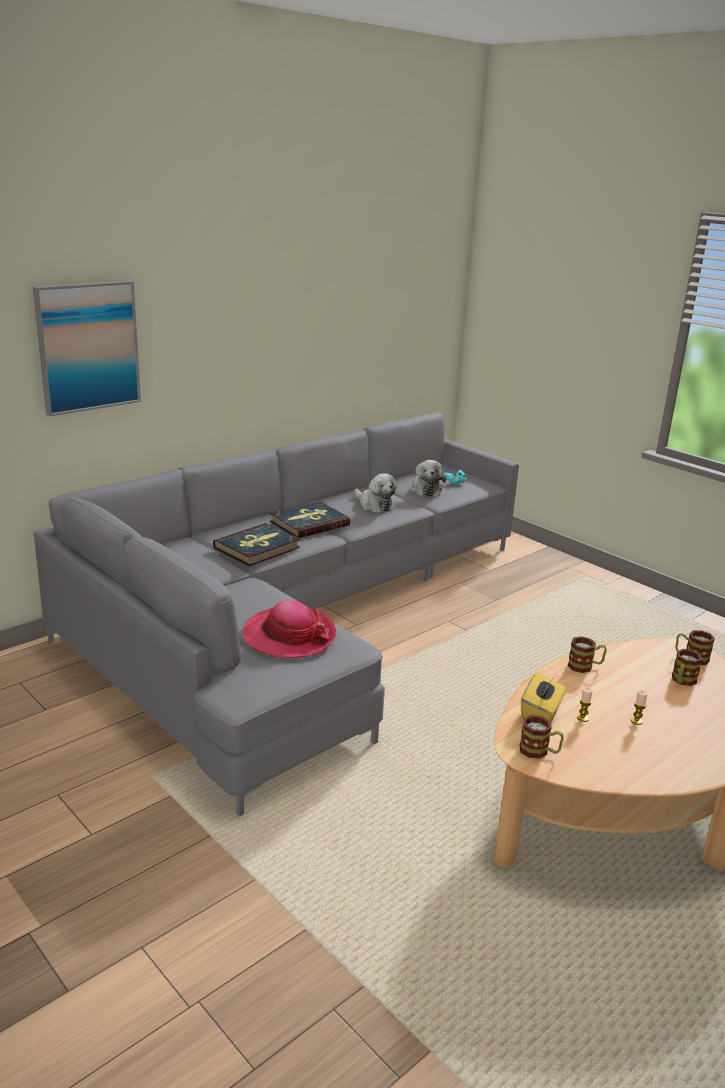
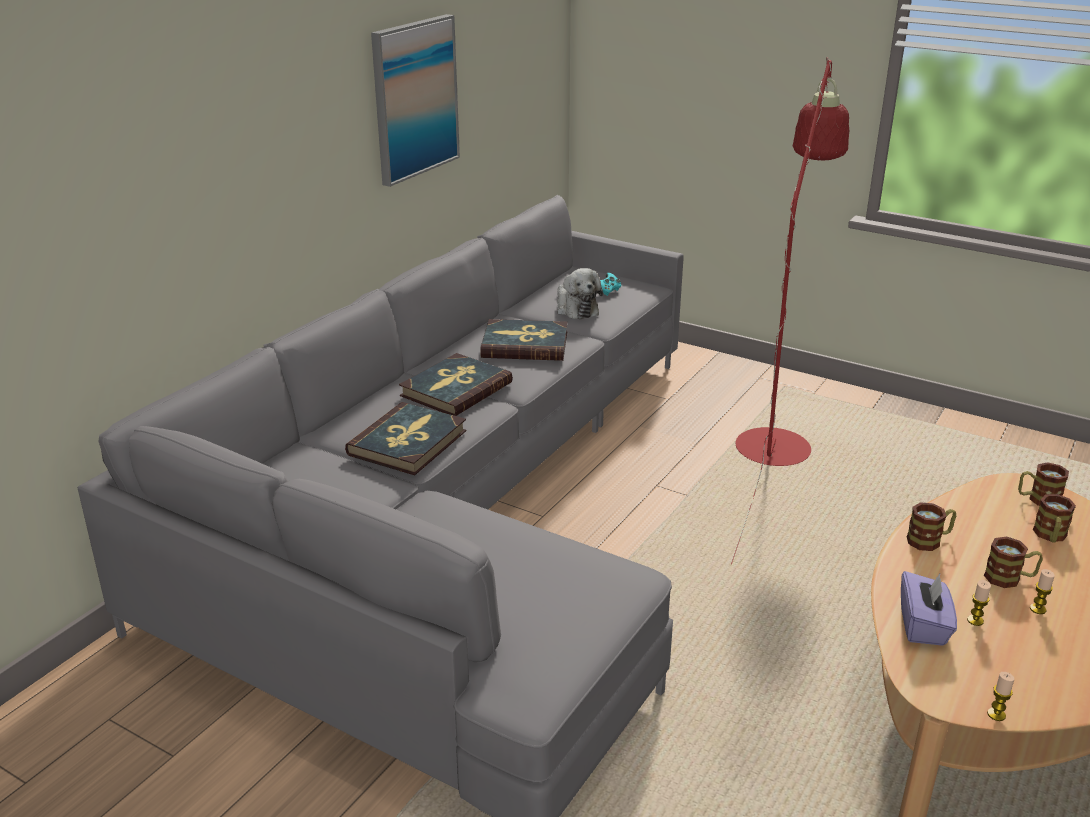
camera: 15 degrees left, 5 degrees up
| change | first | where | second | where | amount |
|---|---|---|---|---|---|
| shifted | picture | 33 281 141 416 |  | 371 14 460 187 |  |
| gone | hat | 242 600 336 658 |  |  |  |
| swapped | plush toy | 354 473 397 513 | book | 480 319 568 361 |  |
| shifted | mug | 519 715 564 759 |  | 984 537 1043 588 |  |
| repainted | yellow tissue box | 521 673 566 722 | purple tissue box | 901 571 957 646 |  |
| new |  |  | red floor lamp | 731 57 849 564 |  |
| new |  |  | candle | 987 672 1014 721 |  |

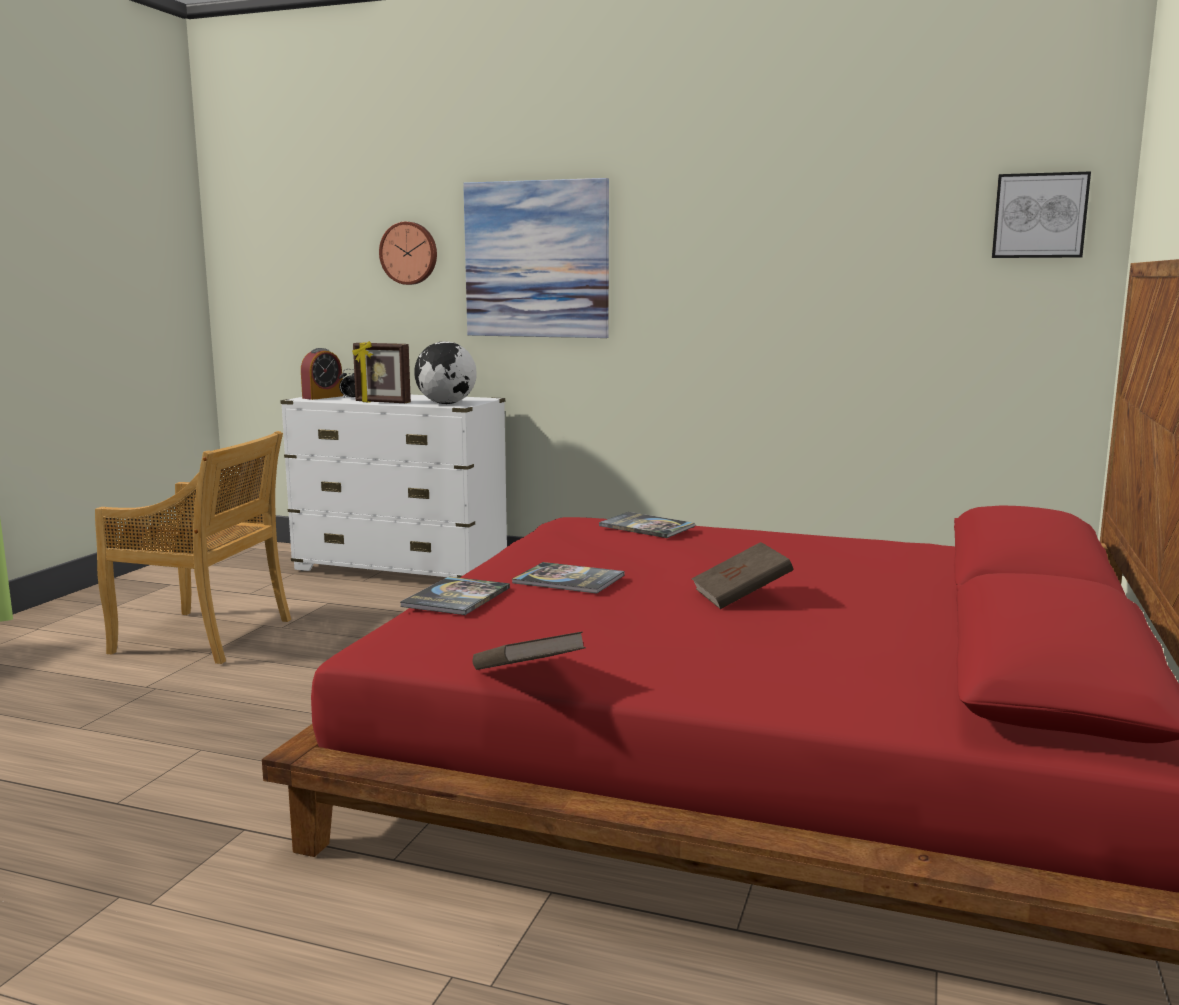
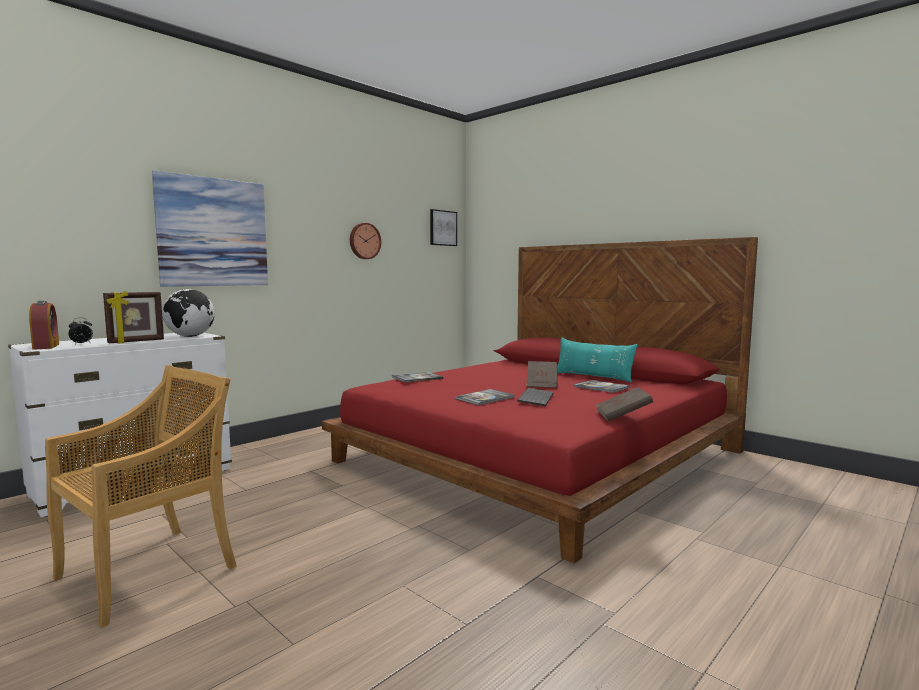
camera: 65 degrees left, 5 degrees down
| change | first | where | second | where | amount |
|---|---|---|---|---|---|
| shifted | wall clock | 379 222 437 285 |  | 350 223 381 259 |  |
| shifted | book | 400 576 510 615 |  | 573 380 630 393 |  |
| new |  |  | keyboard | 517 388 554 406 |  |
| new |  |  | turquoise pillow | 557 337 638 382 |  |

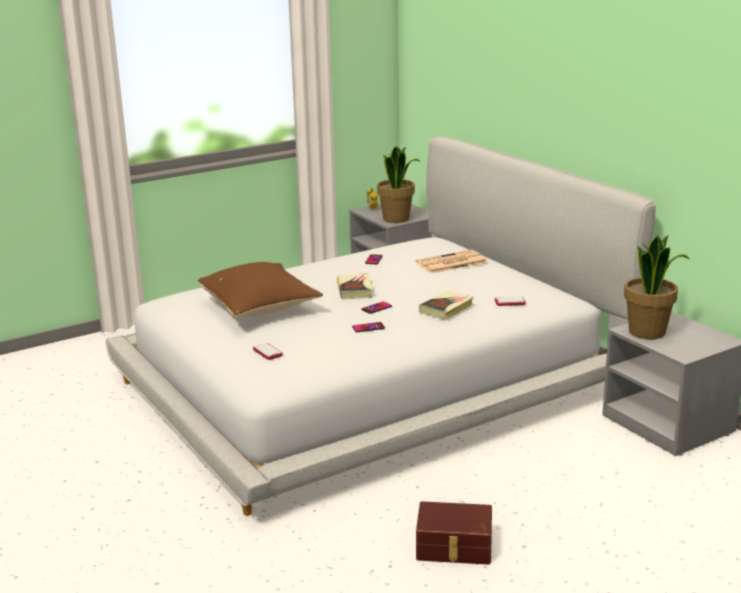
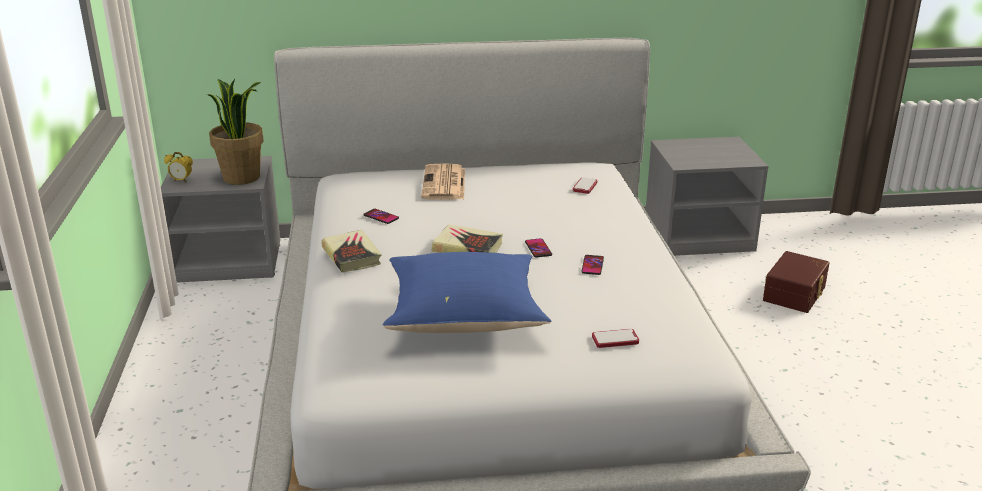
camera: 65 degrees left, 5 degrees up
| change | first | where | second | where | amount |
|---|---|---|---|---|---|
| repainted | brown pillow | 198 262 323 317 | blue pillow | 383 252 551 333 |  |
| shifted | brown storage box | 416 501 492 565 |  | 763 251 829 313 |  |
| shifted | book | 419 291 474 320 |  | 321 230 382 273 |  |
| gone | potted plant | 624 235 689 339 |  |  |  |

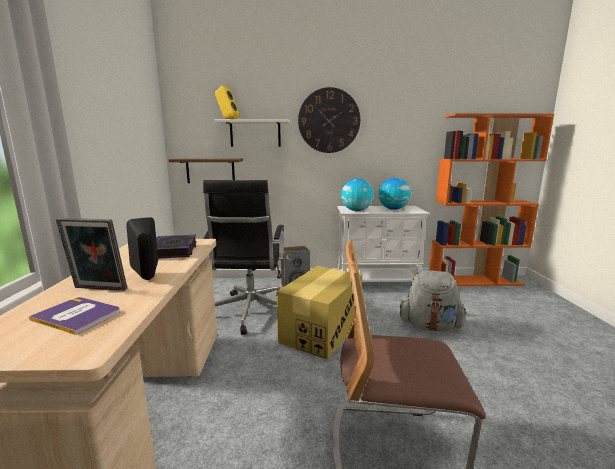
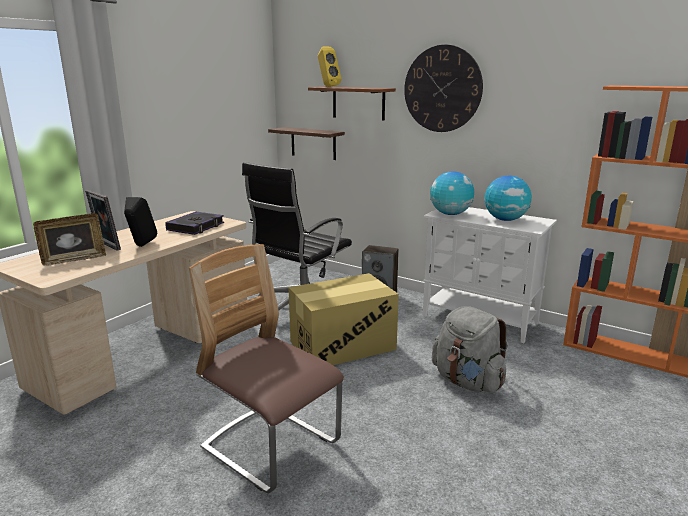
camera: 35 degrees right, 5 degrees up
| change | first | where | second | where | amount |
|---|---|---|---|---|---|
| swapped | book | 29 297 120 335 | picture frame | 33 213 106 266 |  |
| repainted | white shelf | 215 119 290 147 | brown shelf | 308 87 396 120 |  |

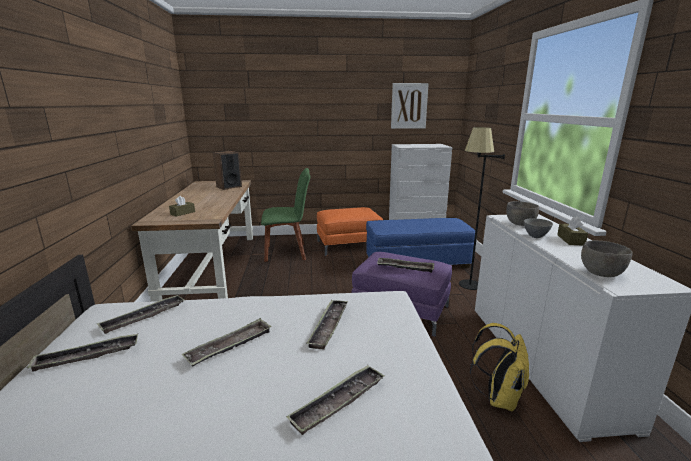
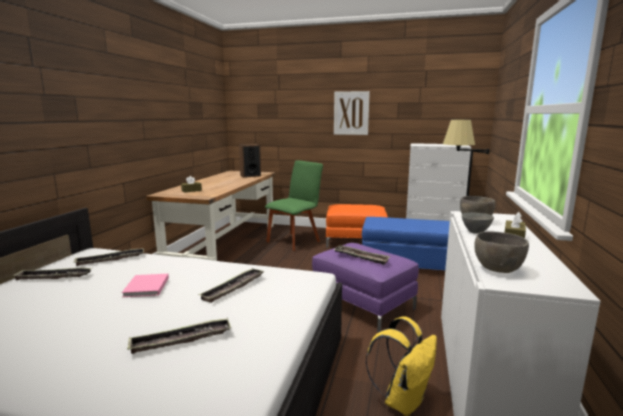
camera: 20 degrees right, 5 degrees down
| change | first | where | second | where | amount |
|---|---|---|---|---|---|
| swapped | tray | 182 318 272 366 | pink book | 122 274 169 297 |  |
| rotated | green chair | 261 168 311 262 |  | 265 160 323 251 | 60 degrees counterclockwise |
| shifted | picture | 391 83 429 129 |  | 334 91 370 135 |  |

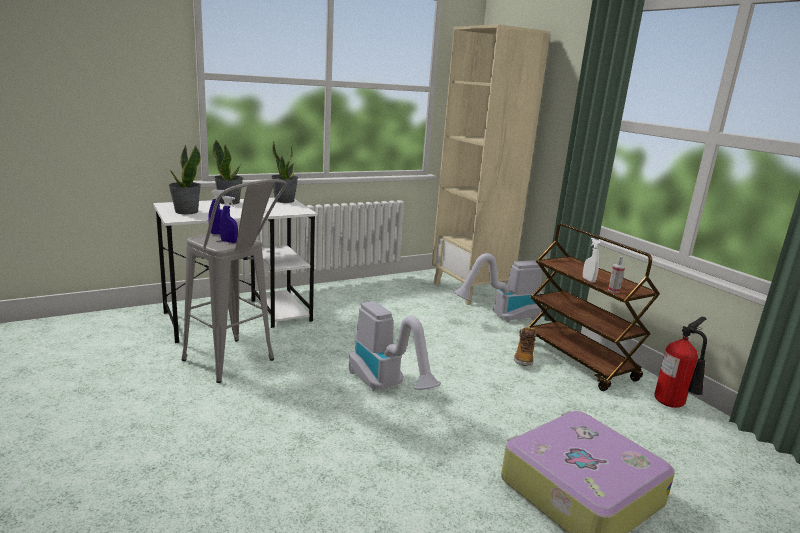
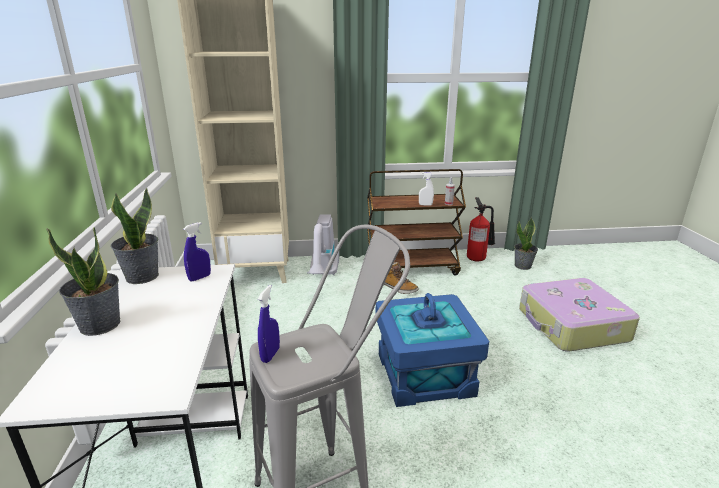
camera: 65 degrees left, 5 degrees up
| change | first | where | second | where | amount |
|---|---|---|---|---|---|
| shifted | potted plant | 168 145 201 214 |  | 514 217 538 270 |  |
| shifted | blue spray bottle | 220 196 238 243 |  | 184 222 211 281 |  |
| swapped | vacuum cleaner | 349 301 441 391 | blue storage box | 376 293 489 407 |  |

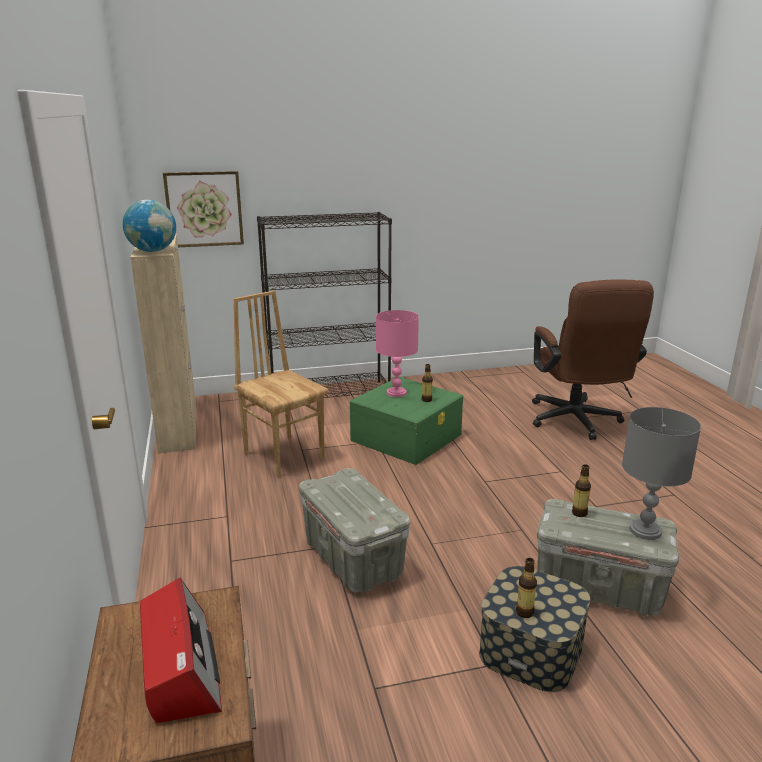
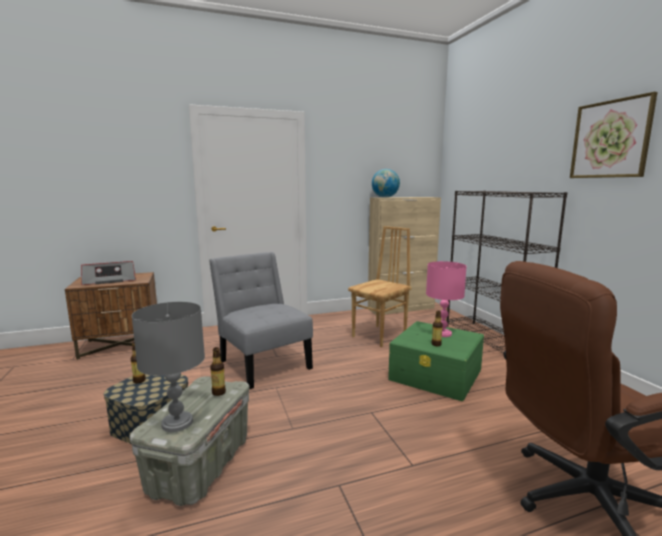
camera: 85 degrees right, 10 degrees down
| change | first | where | second | where | amount |
|---|---|---|---|---|---|
| shifted | picture | 163 171 244 247 |  | 570 92 658 178 |  |
| swapped | grey storage box | 299 468 410 592 | grey chair | 209 252 313 389 |  |

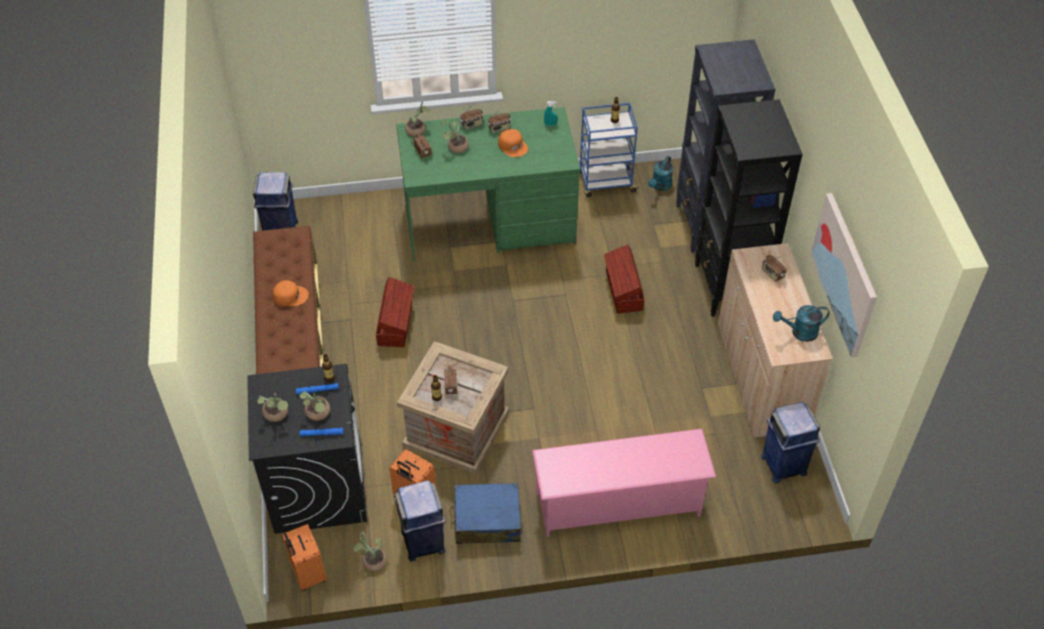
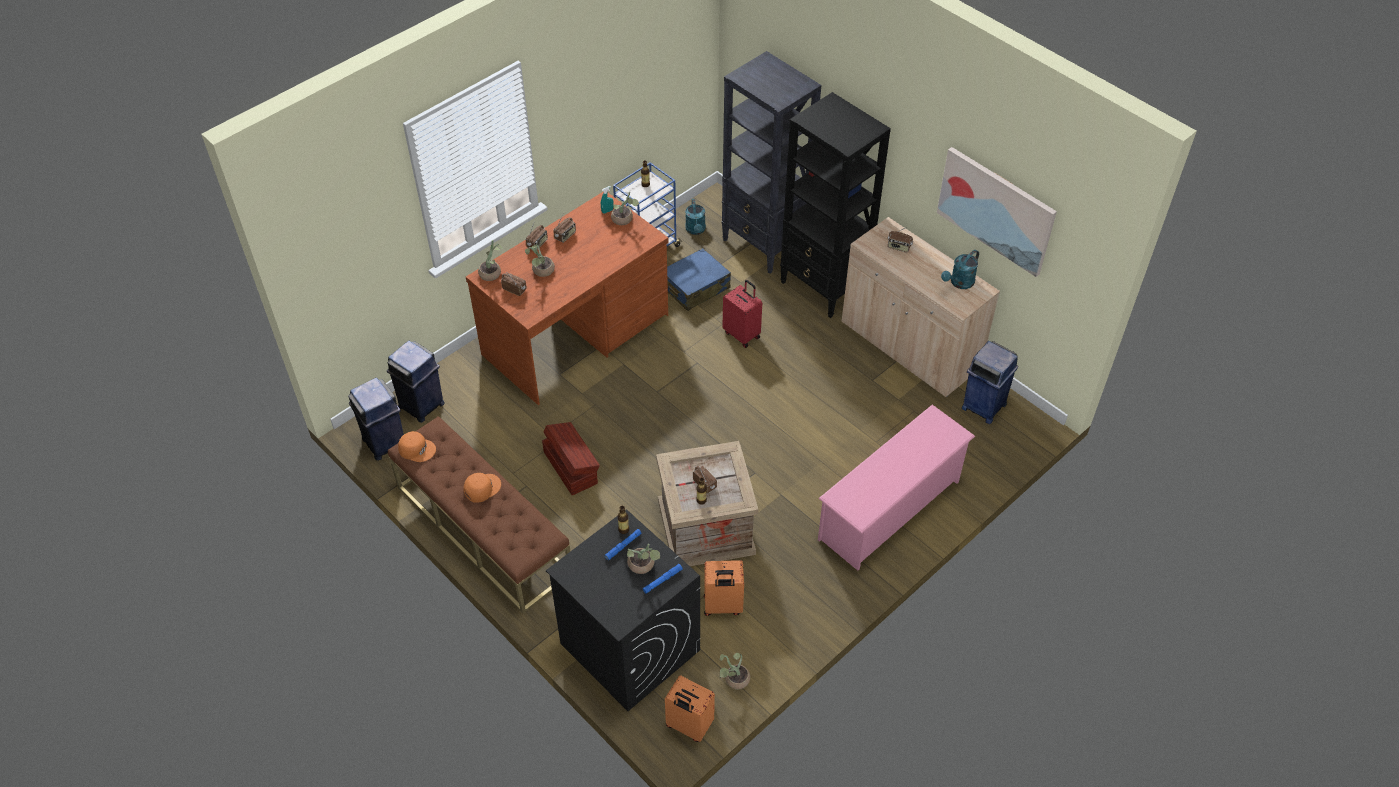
camera: 35 degrees left, 0 degrees up
| change | first | where | second | where | amount |
|---|---|---|---|---|---|
| shifted | potted plant | 257 393 288 422 |  | 611 192 640 225 |  |
| shifted | blue trash can | 394 480 445 562 |  | 387 341 445 423 |  |
| repainted | green desk | 396 107 580 262 | brown desk | 466 191 669 405 |  |
| shifted | blue suitcase | 450 483 521 544 |  | 667 248 731 311 |  |
| shifted | orange cap | 498 129 528 157 |  | 398 431 436 462 |  |
| swapped | brown storage box | 604 244 645 314 | red suitcase | 722 280 762 348 |  |

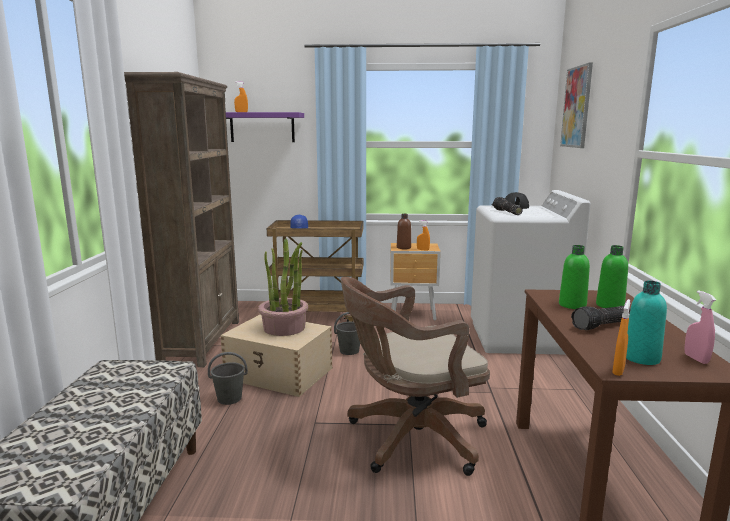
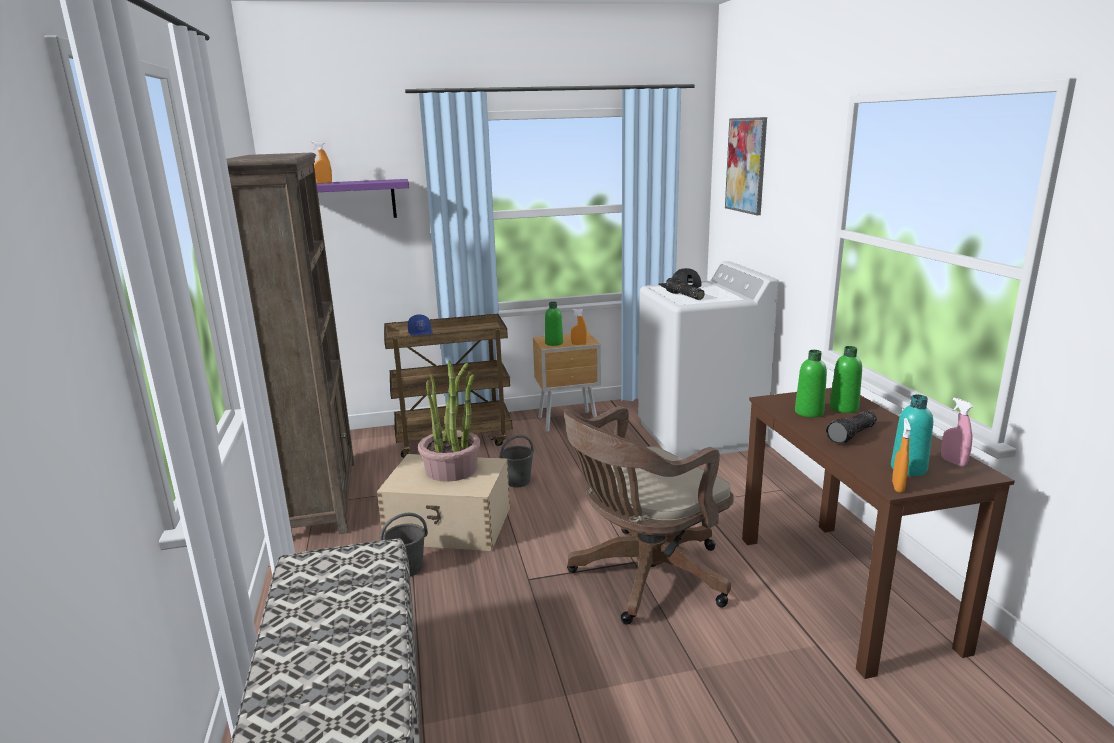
camera: 15 degrees left, 5 degrees up
| change | first | where | second | where | amount |
|---|---|---|---|---|---|
| repainted | brown bottle | 397 214 411 249 | green bottle | 545 302 563 346 |  |

